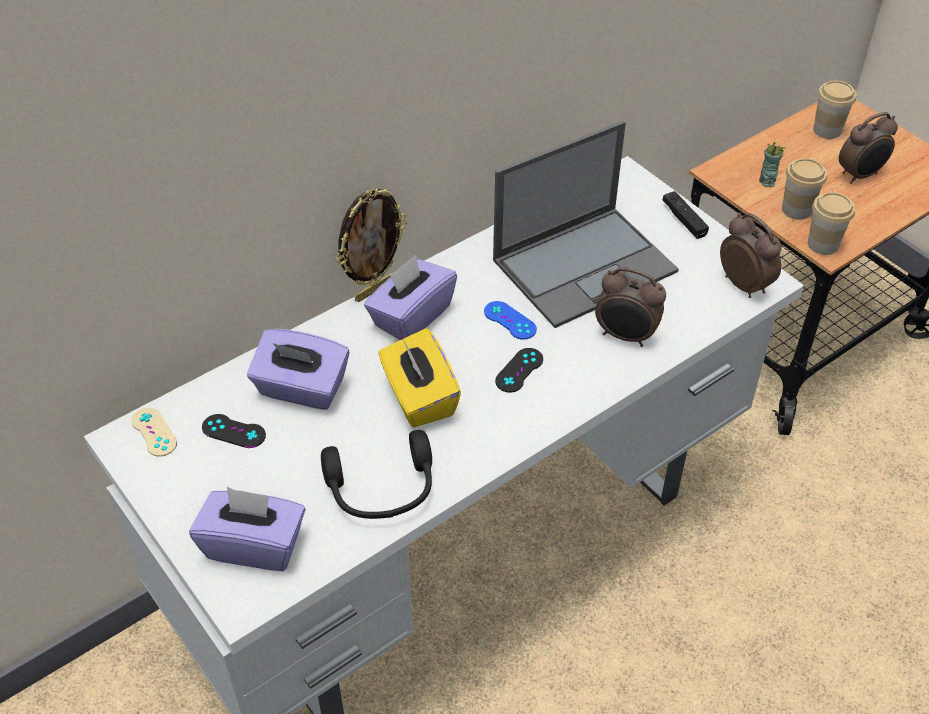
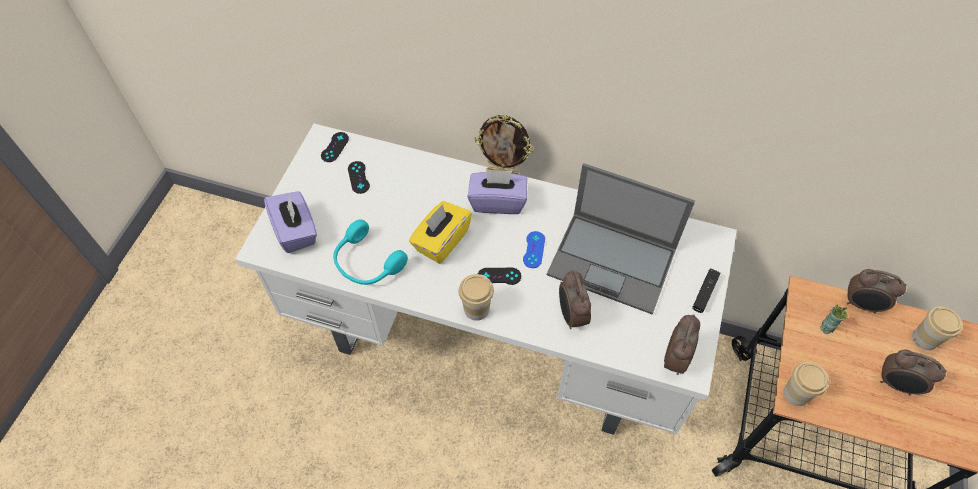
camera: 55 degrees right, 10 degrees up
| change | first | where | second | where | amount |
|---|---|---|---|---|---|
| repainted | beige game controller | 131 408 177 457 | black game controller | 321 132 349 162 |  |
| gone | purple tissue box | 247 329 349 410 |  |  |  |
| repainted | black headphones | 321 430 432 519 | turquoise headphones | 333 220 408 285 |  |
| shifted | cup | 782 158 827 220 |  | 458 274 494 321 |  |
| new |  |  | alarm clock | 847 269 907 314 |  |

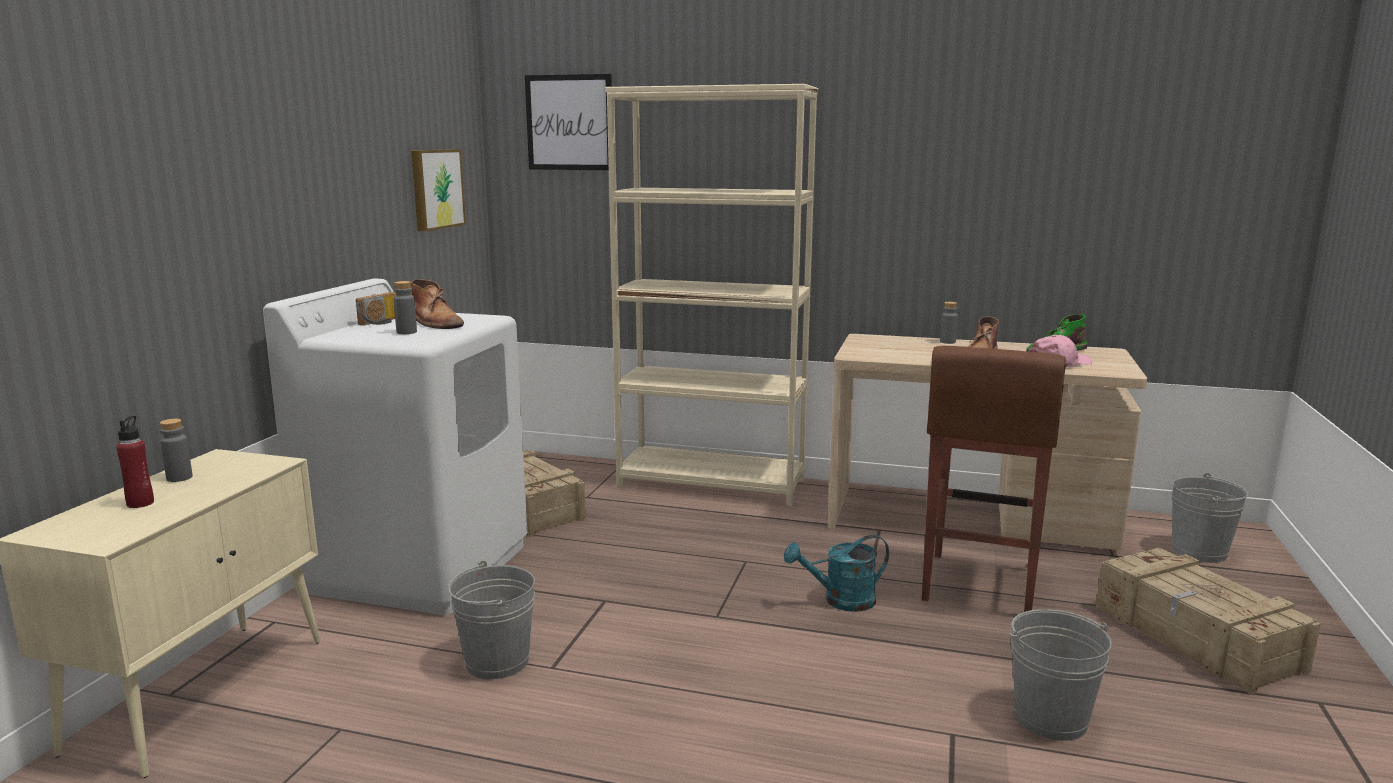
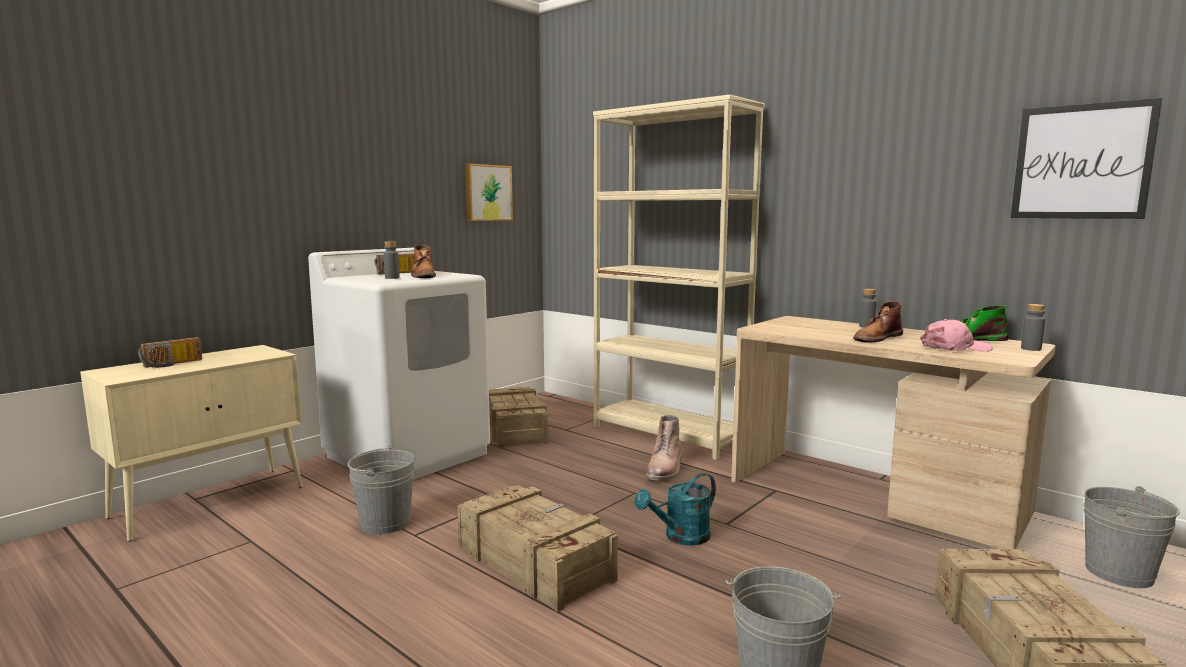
camera: 25 degrees right, 5 degrees down
| change | first | where | second | where | amount |
|---|---|---|---|---|---|
| swapped | red bottle | 116 416 154 508 | radio | 138 337 202 368 |  |
| shifted | grey bottle | 160 419 193 482 |  | 1021 304 1045 351 |  |
| shifted | picture | 525 74 612 170 |  | 1011 98 1163 219 |  |
| rotated | turquoise watering can | 784 535 889 612 |  | 634 473 716 546 | 45 degrees counterclockwise |
| gone | brown stool | 922 346 1066 612 |  |  |  |
| new |  |  | crate | 458 485 618 612 |  |
| new |  |  | brown boot | 646 415 682 481 |  |

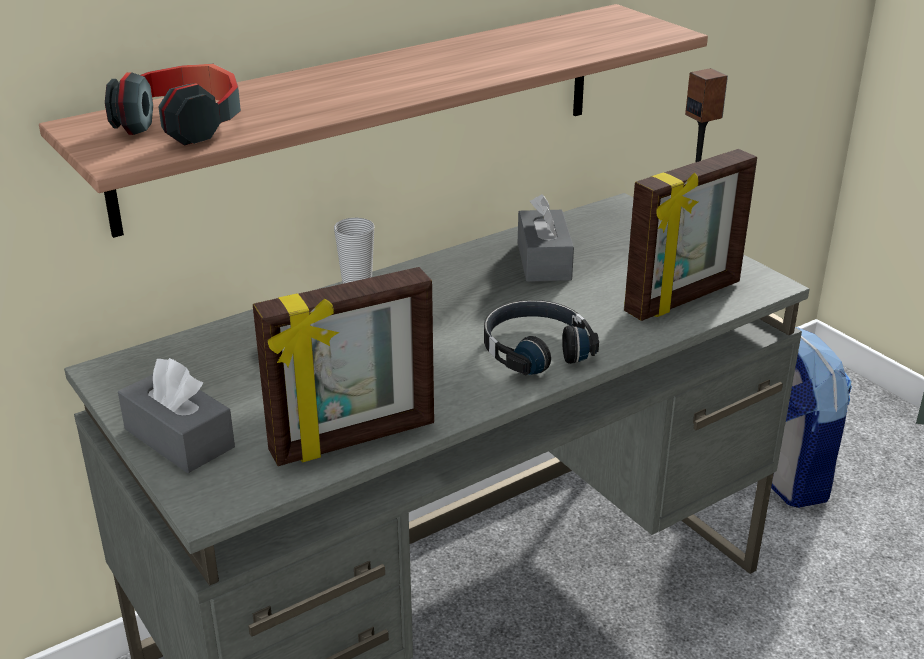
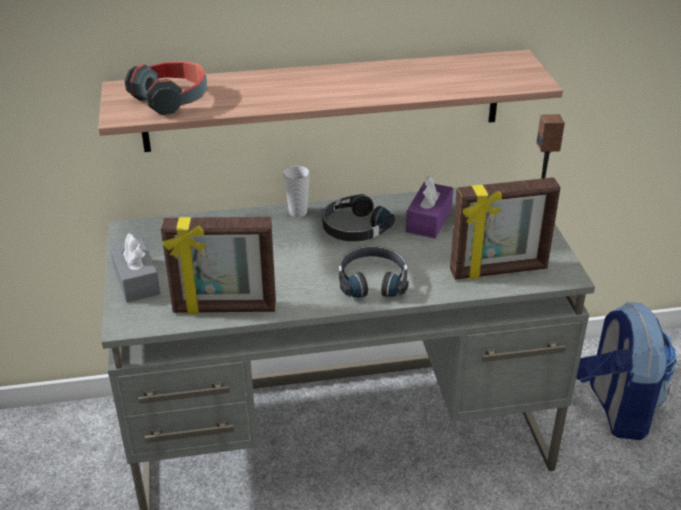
camera: 25 degrees right, 5 degrees up
| change | first | where | second | where | amount |
|---|---|---|---|---|---|
| repainted | grey tissue box | 518 194 574 282 | purple tissue box | 406 176 453 238 |  |
| new |  |  | black headphones | 323 194 395 242 |  |

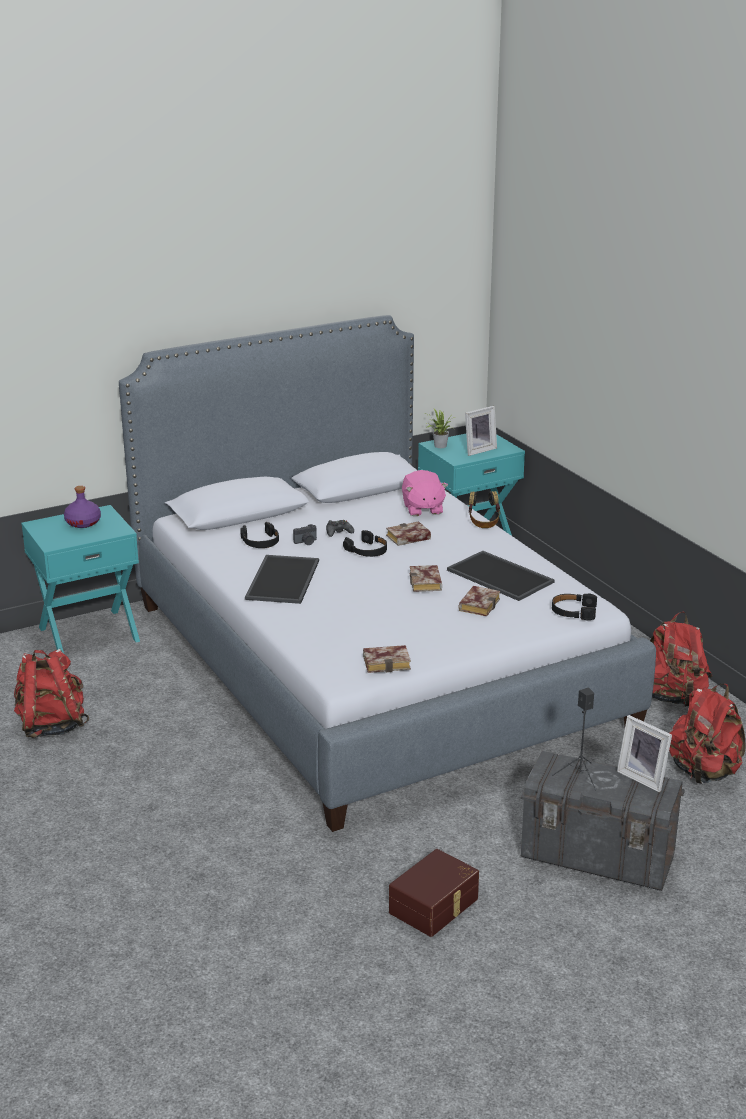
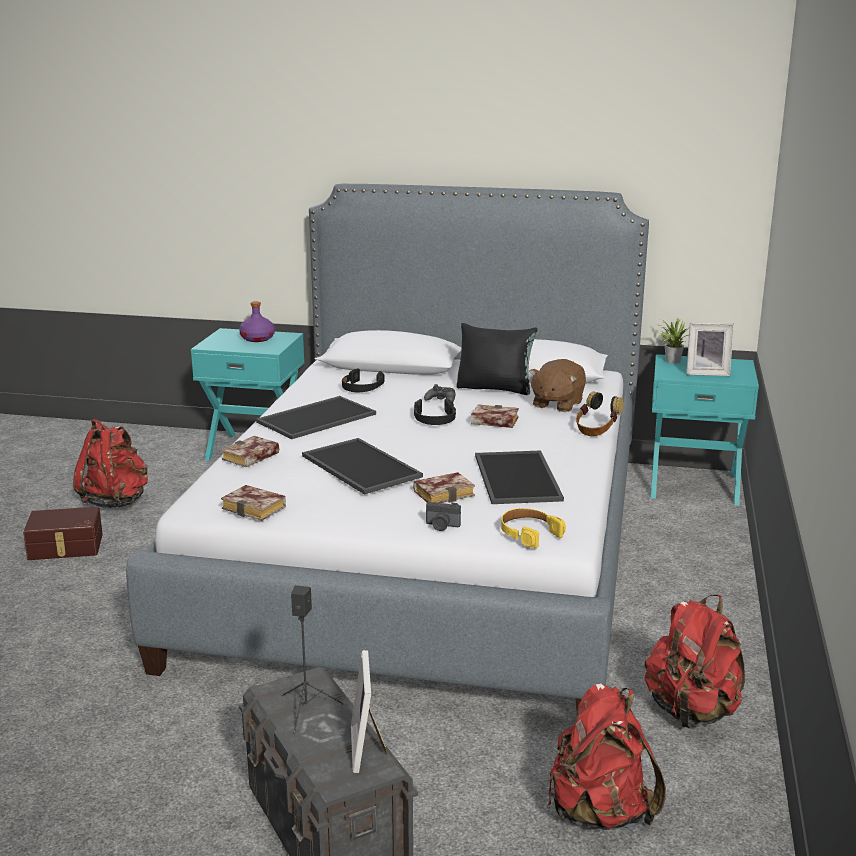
camera: 40 degrees right, 5 degrees down
| change | first | where | second | where | amount |
|---|---|---|---|---|---|
| shifted | photo camera | 293 524 317 545 |  | 426 502 461 531 |  |
| shifted | brown storage box | 389 849 479 937 |  | 23 507 103 560 |  |
| repainted | pink plush toy | 402 470 448 516 | brown plush toy | 529 359 586 412 |  |
| shifted | book | 410 565 442 592 |  | 221 436 279 467 |  |
| repainted | black headphones | 552 594 597 621 | yellow headphones | 501 508 566 548 |  |
| new |  |  | tray | 302 438 423 495 |  |
| new |  |  | black pillow | 456 323 537 395 |  |

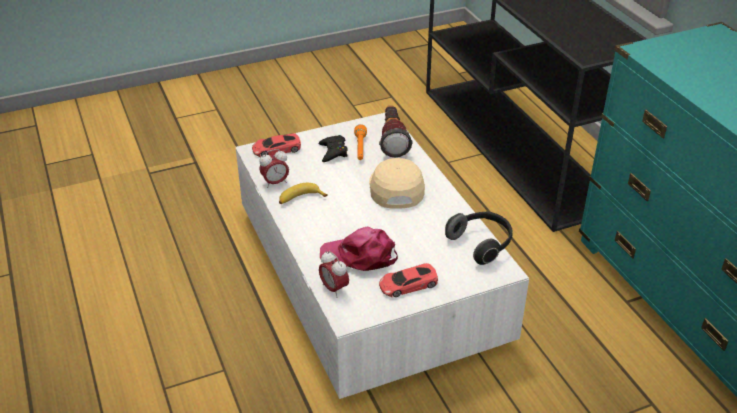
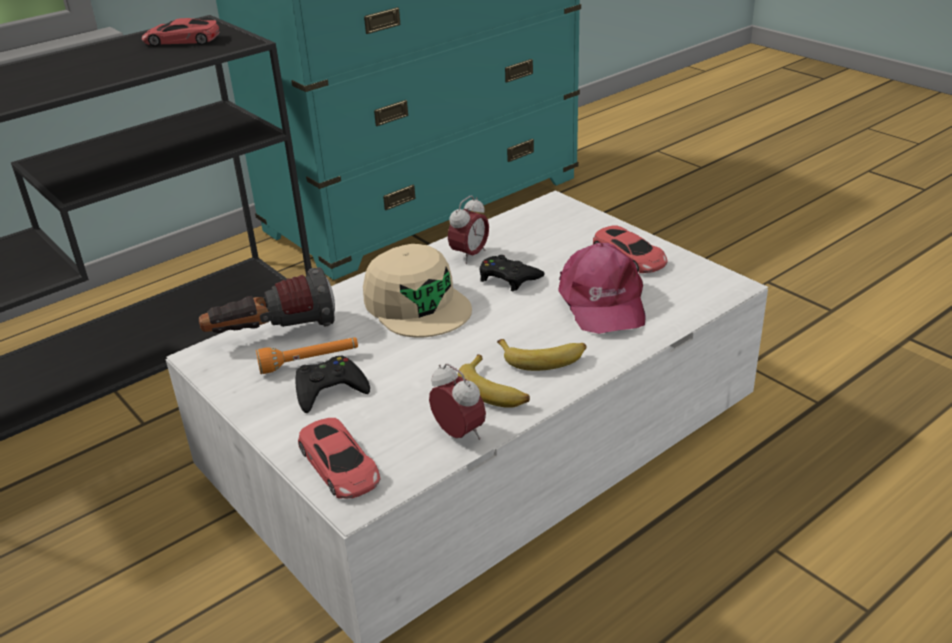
camera: 105 degrees left, 5 degrees down
| change | first | where | second | where | amount |
|---|---|---|---|---|---|
| shifted | alarm clock | 319 251 349 298 |  | 448 195 489 264 |  |
| rotated | beige cap | 369 158 425 209 |  | 363 244 472 338 | 105 degrees counterclockwise |
| gone | headphones | 445 211 513 265 |  |  |  |
| new |  |  | red toy car | 142 18 220 46 |  |
| new |  |  | black game controller | 479 255 545 291 |  |
| new |  |  | banana | 497 339 587 371 |  |

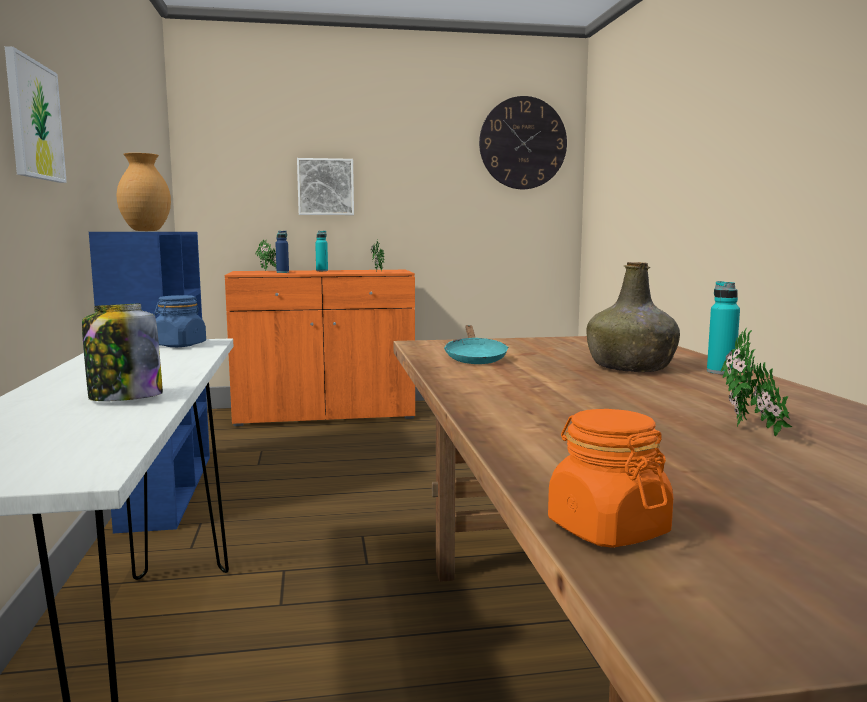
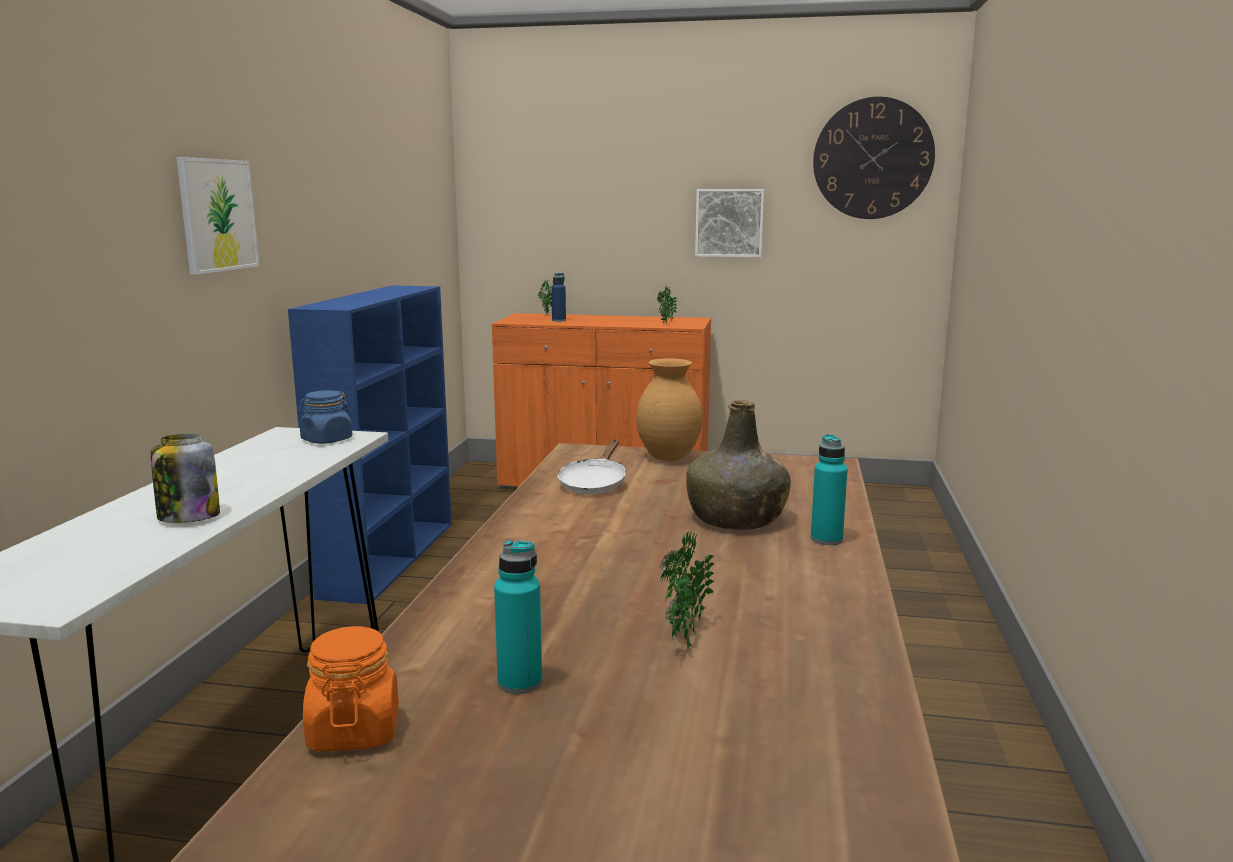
camera: 20 degrees right, 5 degrees up
| change | first | where | second | where | amount |
|---|---|---|---|---|---|
| shifted | brown vase | 117 153 171 231 |  | 636 358 703 461 |  |
| shifted | picture | 297 158 354 215 |  | 695 189 764 257 |  |
| shifted | turquoise bottle | 315 231 328 271 |  | 494 540 542 694 |  |
| repainted | turquoise frying pan | 444 325 508 364 | white frying pan | 558 439 626 494 |  |

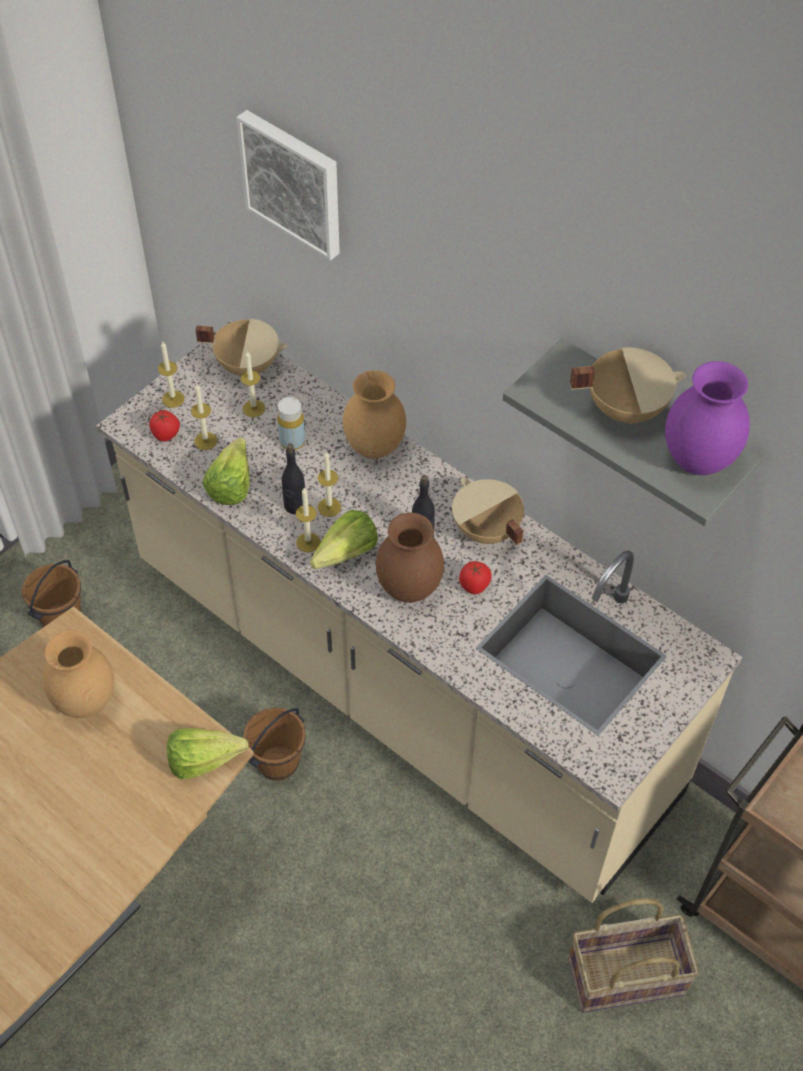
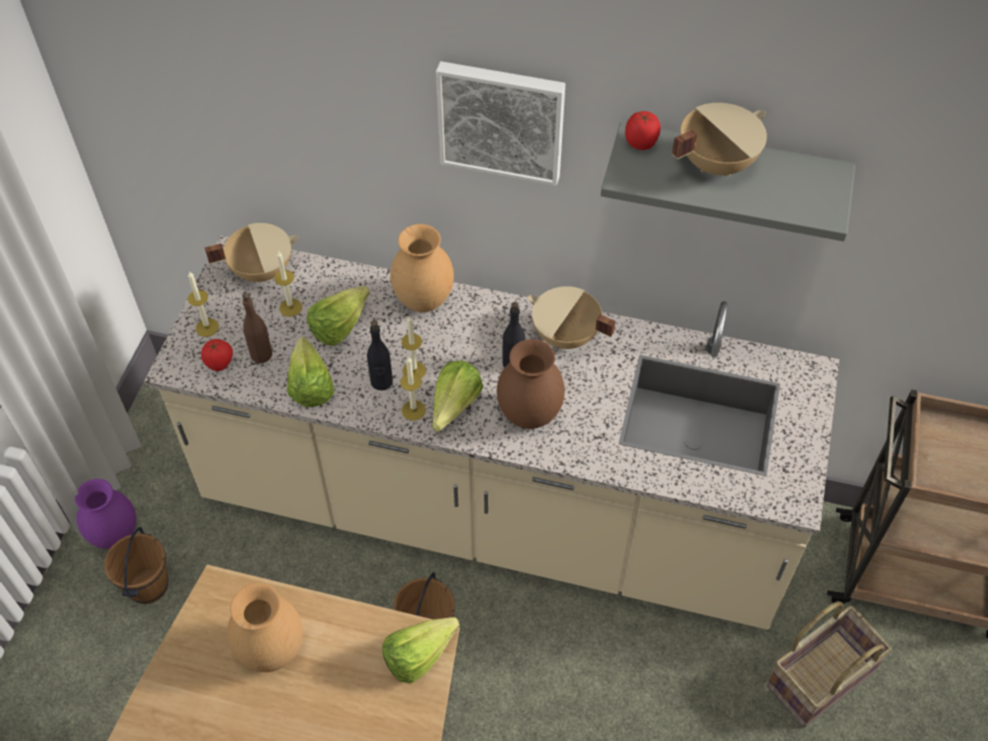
camera: 25 degrees left, 0 degrees up
| change | first | where | second | where | amount |
|---|---|---|---|---|---|
| swapped | candle | 191 384 217 450 | brown bottle | 242 293 272 363 |  |
| shifted | picture | 237 110 340 261 |  | 436 61 566 186 |  |
| swapped | yellow bottle | 277 397 305 450 | lettuce | 307 286 370 346 |  |
| shifted | tomato | 459 561 492 594 |  | 625 111 661 150 |  |
| shifted | purple vase | 665 361 750 475 |  | 75 479 136 549 |  |

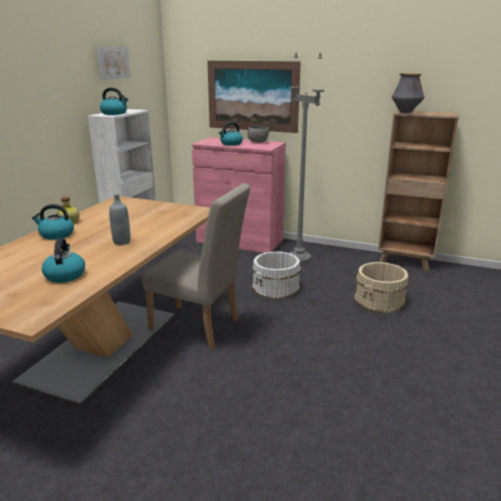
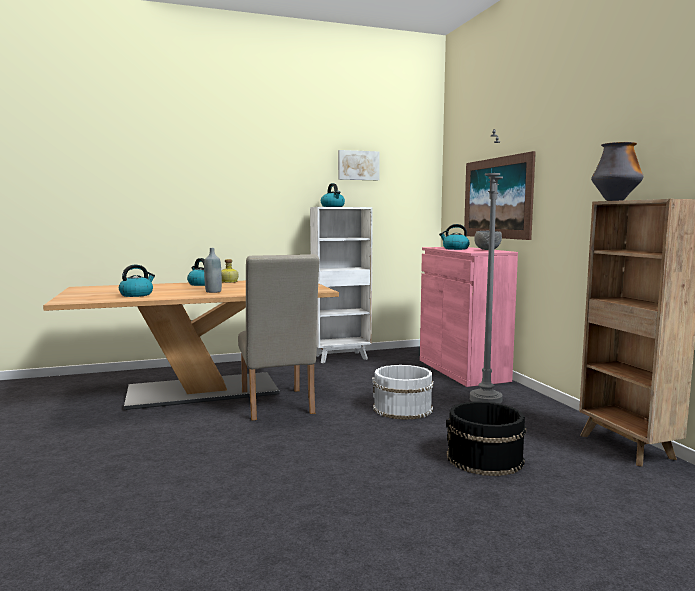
camera: 50 degrees right, 15 degrees down
| change | first | where | second | where | amount |
|---|---|---|---|---|---|
| repainted | beige bucket | 354 262 409 313 | black bucket | 446 401 526 476 |  |

